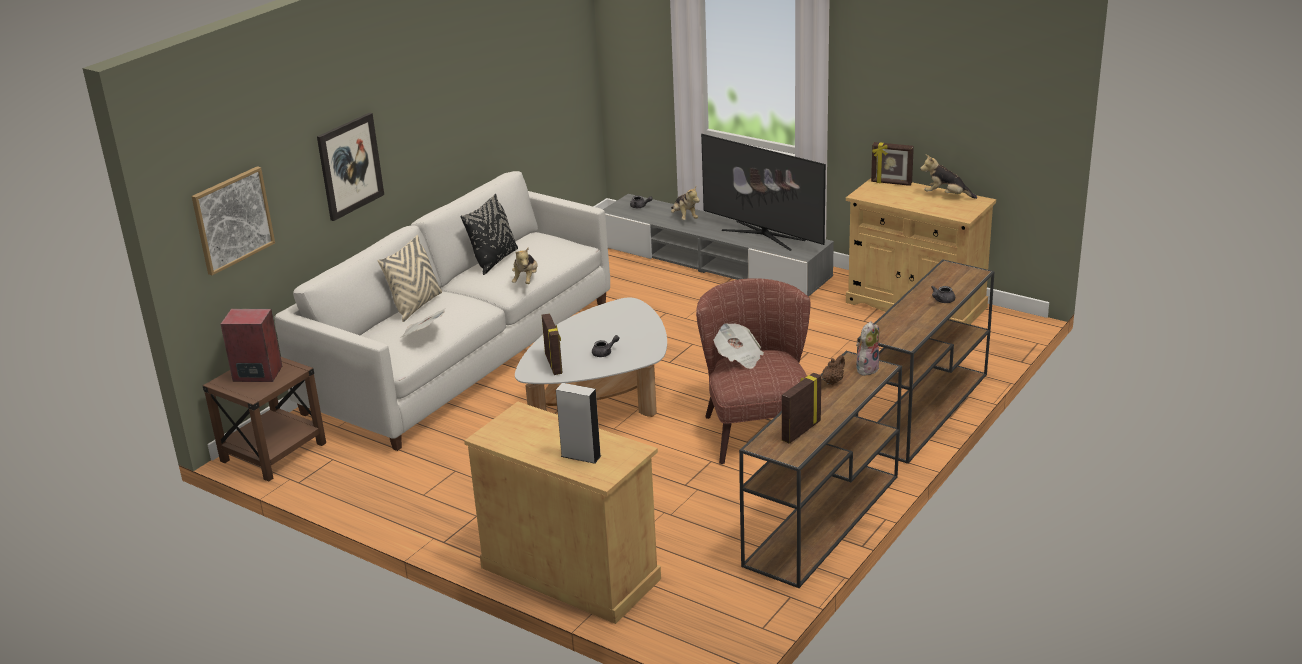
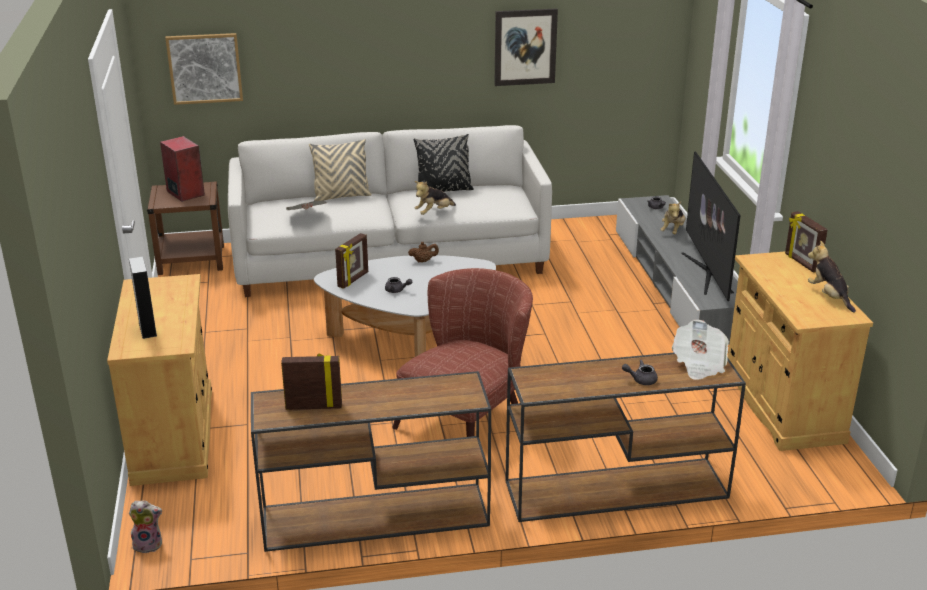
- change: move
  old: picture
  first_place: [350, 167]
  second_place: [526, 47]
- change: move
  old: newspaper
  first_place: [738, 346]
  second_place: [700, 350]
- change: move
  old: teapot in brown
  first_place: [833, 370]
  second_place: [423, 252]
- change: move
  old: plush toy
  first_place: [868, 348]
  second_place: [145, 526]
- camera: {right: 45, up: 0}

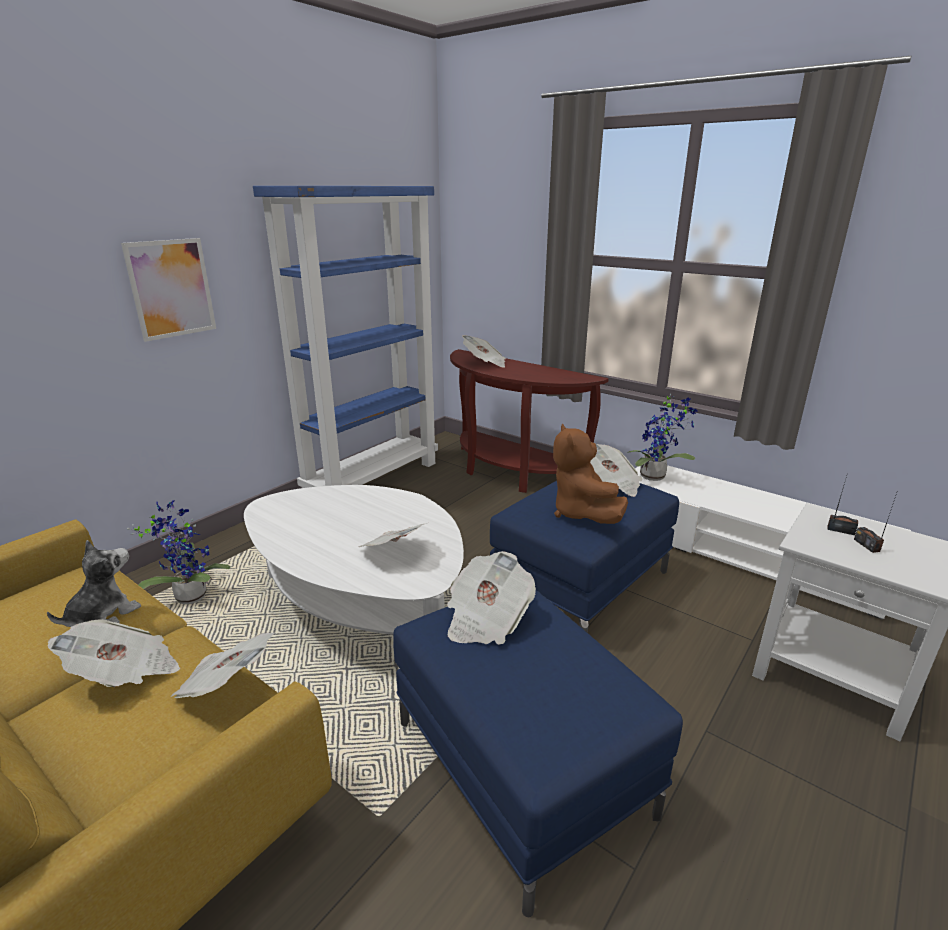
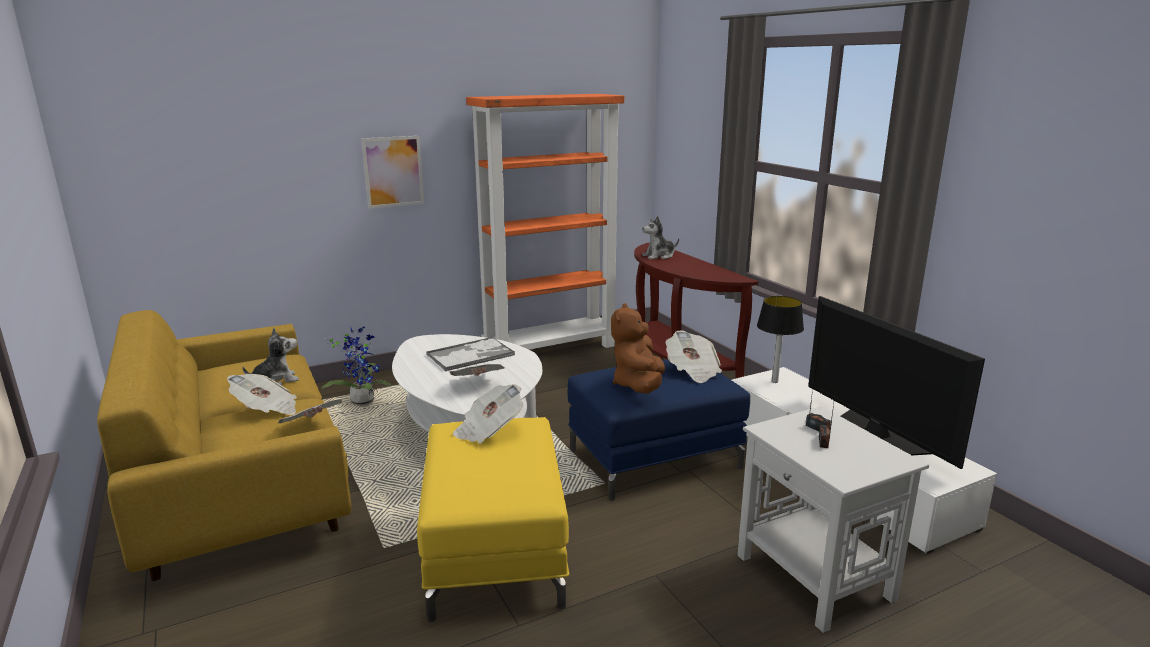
- change: recolor
  old: bookcase in blue
  new: bookcase in orange
  first_place: [345, 337]
  second_place: [545, 222]
- change: recolor
  old: ottoman in blue
  new: ottoman in yellow
  first_place: [538, 753]
  second_place: [493, 519]
- change: replace
  old: newspaper
  new: plush toy
  first_place: [484, 351]
  second_place: [660, 237]
- change: replace
  old: potted plant
  new: table lamp
  first_place: [662, 437]
  second_place: [780, 339]
- change: insert
  new: tray
  second_place: [470, 354]
- change: insert
  new: television
  second_place: [896, 382]
- camera: {right: 25, up: -5}

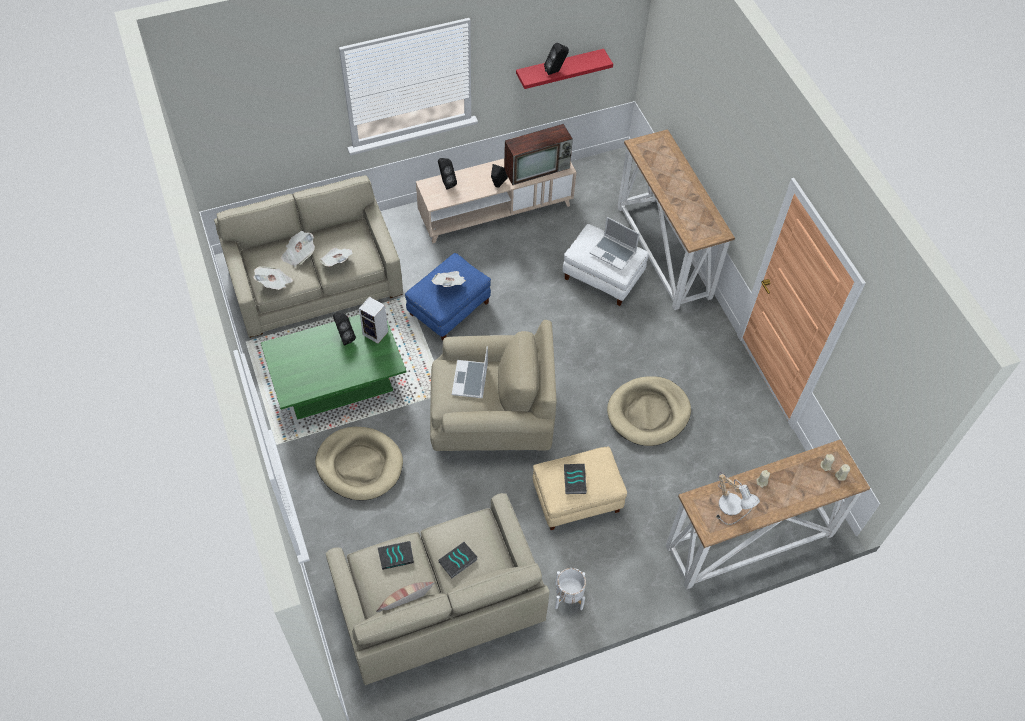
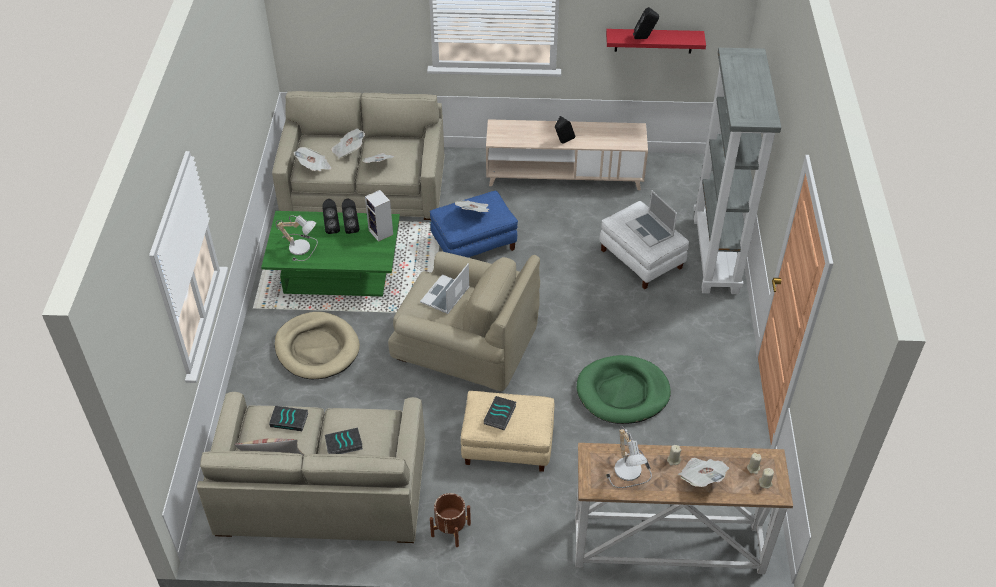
- change: move
  old: speaker in black
  first_place: [447, 174]
  second_place: [331, 216]
- change: delete
  old: television
  first_place: [538, 154]
- change: recolor
  old: planter in white
  new: planter in brown
  first_place: [570, 589]
  second_place: [450, 520]
- change: recolor
  old: dog bed in beige
  new: dog bed in green
  first_place: [649, 411]
  second_place: [624, 389]
- change: replace
  old: console table
  new: bookcase in grey
  first_place: [676, 219]
  second_place: [737, 171]
- change: insert
  new: table lamp
  second_place: [297, 238]
- change: insert
  new: newspaper
  second_place: [703, 472]
- camera: {right: 25, up: -10}

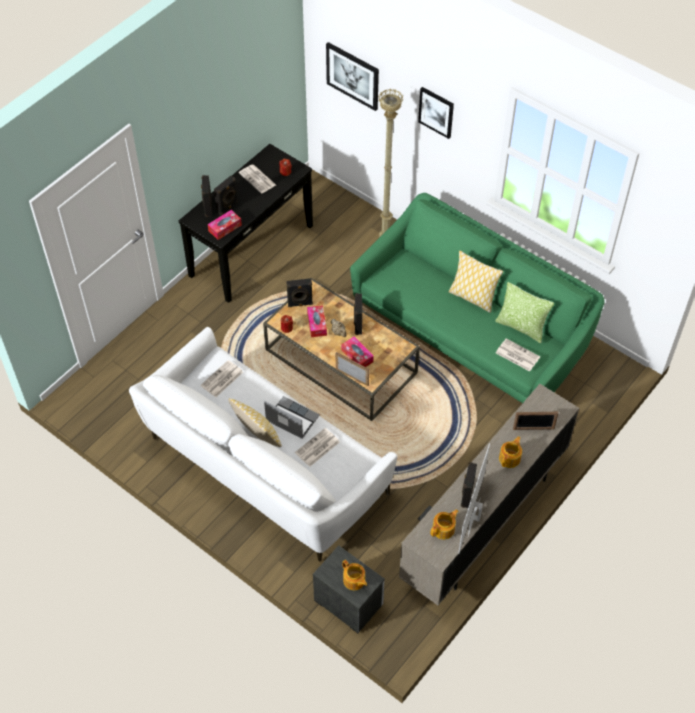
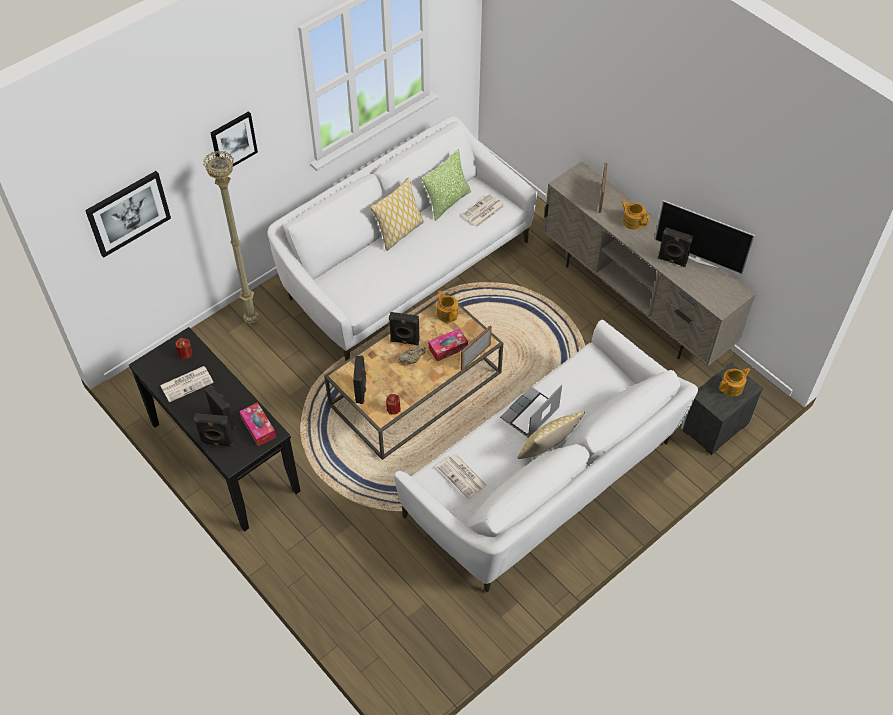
- change: delete
  old: newspaper
  first_place: [317, 447]
- change: delete
  old: tissue box
  first_place: [317, 321]
- change: recolor
  old: sofa in green
  new: sofa in white
  first_place: [477, 298]
  second_place: [402, 238]
- change: move
  old: teapot
  first_place: [445, 524]
  second_place: [447, 306]
- camera: {right: -80, up: 0}

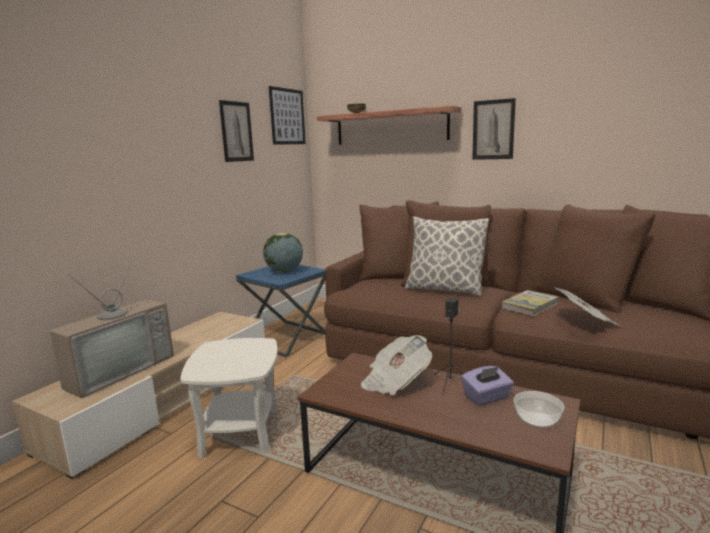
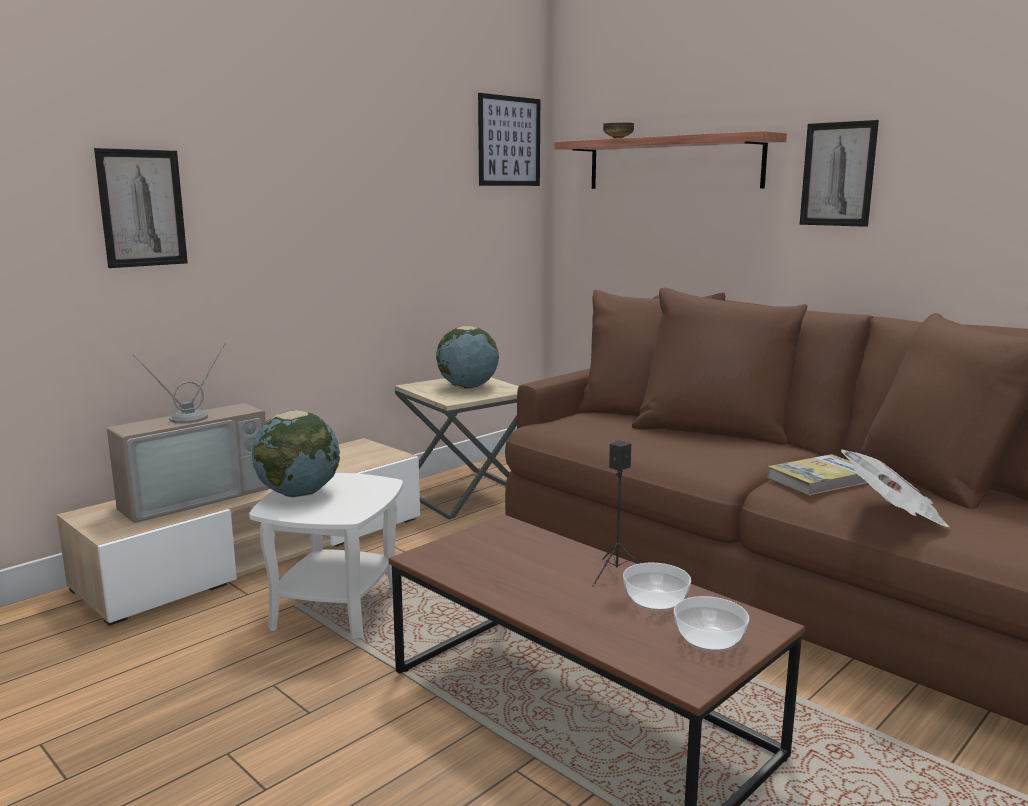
- change: move
  old: picture
  first_place: [236, 131]
  second_place: [141, 208]
- change: recolor
  old: side table in blue
  new: side table in beige
  first_place: [281, 311]
  second_place: [457, 449]
- change: delete
  old: newspaper
  first_place: [396, 365]
- change: delete
  old: pillow
  first_place: [447, 256]
- change: replace
  old: tissue box in purple
  new: bowl
  first_place: [487, 386]
  second_place: [657, 586]
- change: insert
  new: globe
  second_place: [296, 453]
- camera: {right: 15, up: 0}

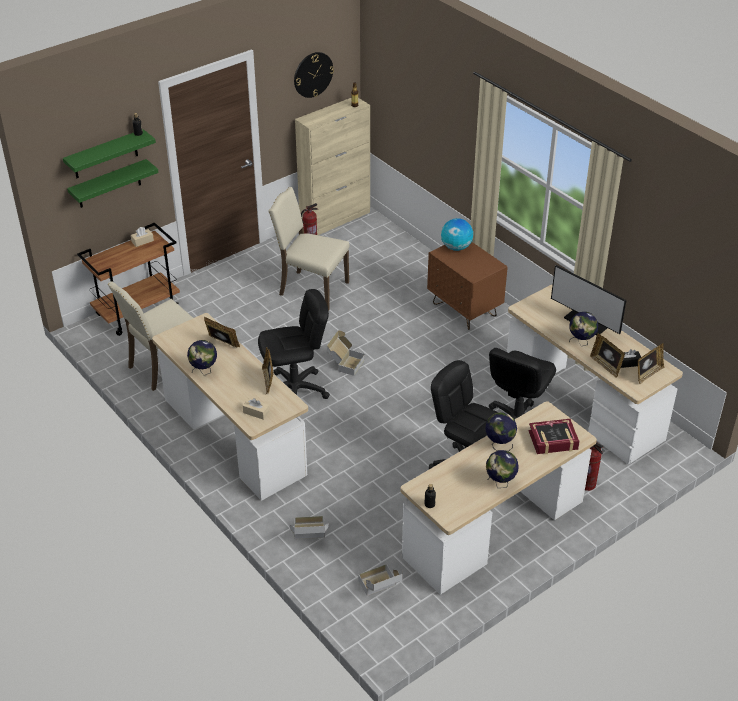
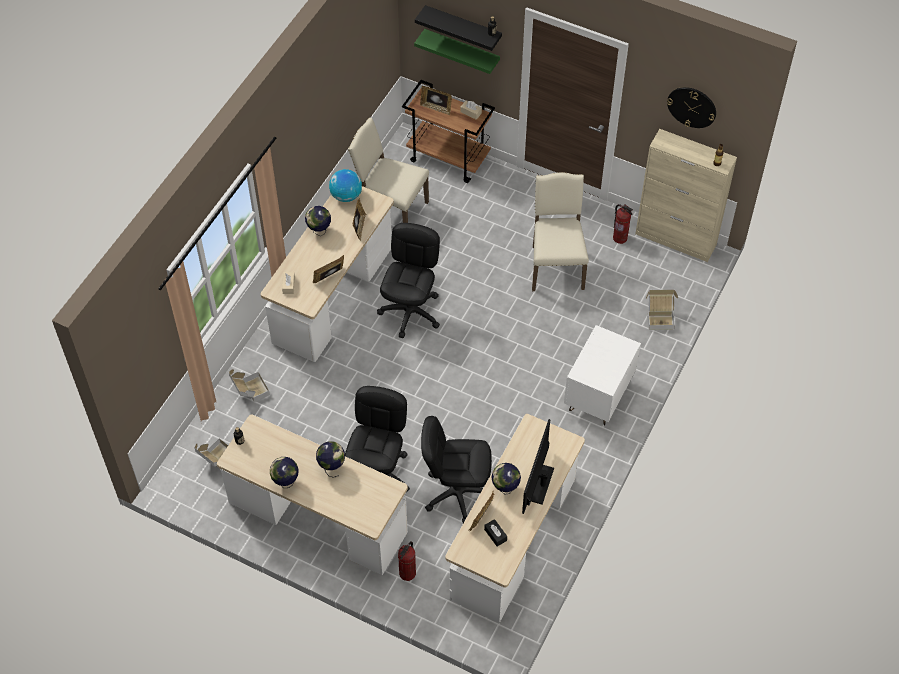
- change: recolor
  old: shelf in green
  new: shelf in black
  first_place: [109, 153]
  second_place: [458, 28]
- change: rotate
  old: office chair in black
  first_place: [294, 344]
  second_place: [408, 280]
  degrees: -120
- change: move
  old: cardboard box
  first_place: [346, 353]
  second_place: [662, 310]
- change: recolor
  old: nightstand in brown
  new: nightstand in white
  first_place: [467, 286]
  second_place: [602, 375]
- change: move
  old: globe
  first_place: [457, 234]
  second_place: [345, 185]
- change: delete
  old: book
  first_place: [554, 436]
- change: move
  old: picture frame
  first_place: [651, 363]
  second_place: [436, 100]
- camera: {right: 65, up: 15}

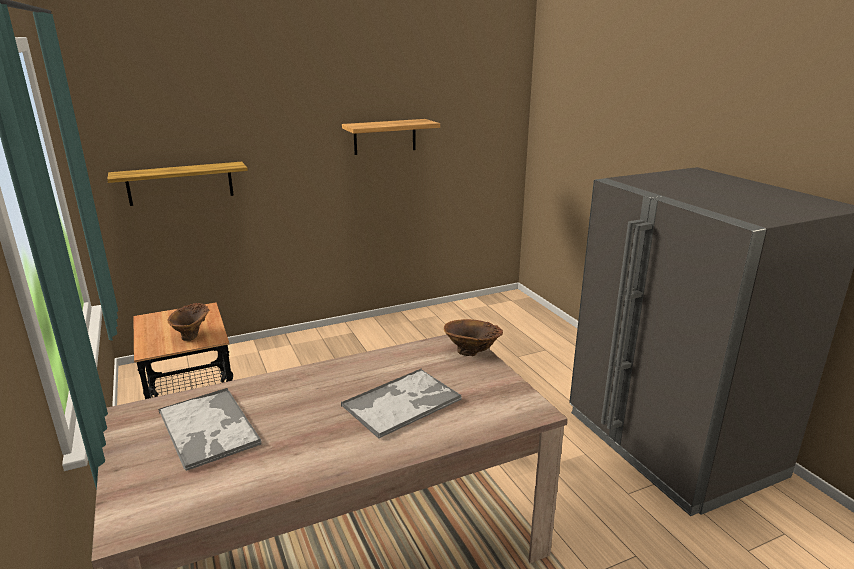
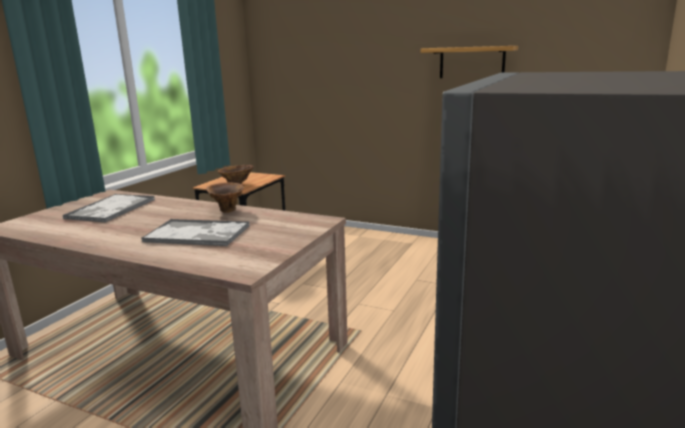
- change: delete
  old: shelf
  first_place: [177, 184]
- change: move
  old: vase in brown
  first_place: [473, 337]
  second_place: [225, 197]
- camera: {right: 50, up: -5}

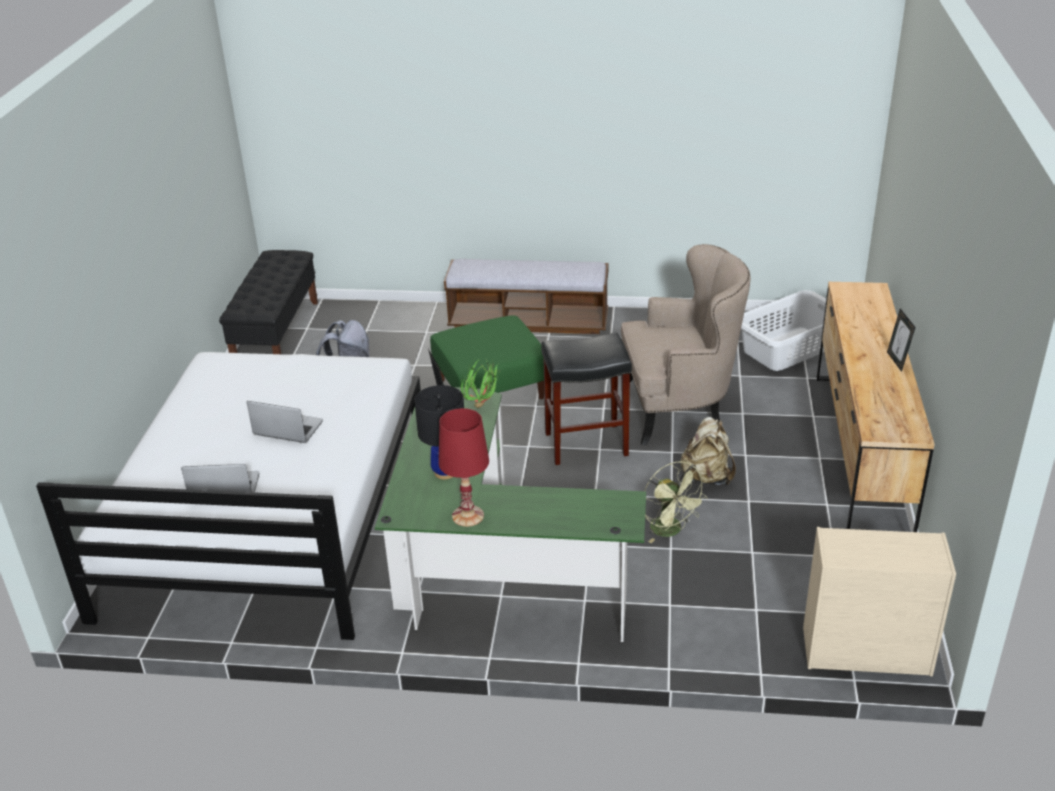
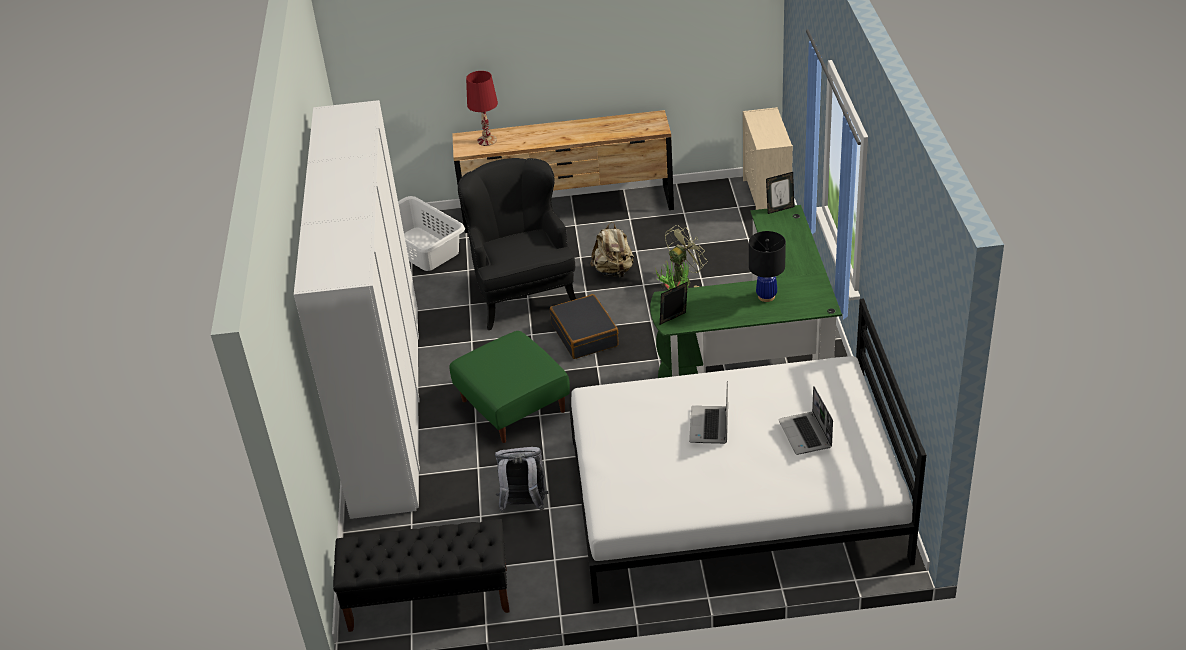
- change: move
  old: table lamp in red
  first_place: [463, 467]
  second_place: [482, 108]
- change: replace
  old: bench
  new: wardrobe in white
  first_place: [526, 296]
  second_place: [357, 309]
- change: replace
  old: stool in black
  new: suitcase in black
  first_place: [586, 399]
  second_place: [584, 326]
- change: recolor
  old: armchair in beige
  new: armchair in black
  first_place: [686, 344]
  second_place: [517, 244]
- change: move
  old: picture frame
  first_place: [901, 340]
  second_place: [780, 193]
- camera: {right: -100, up: 5}

